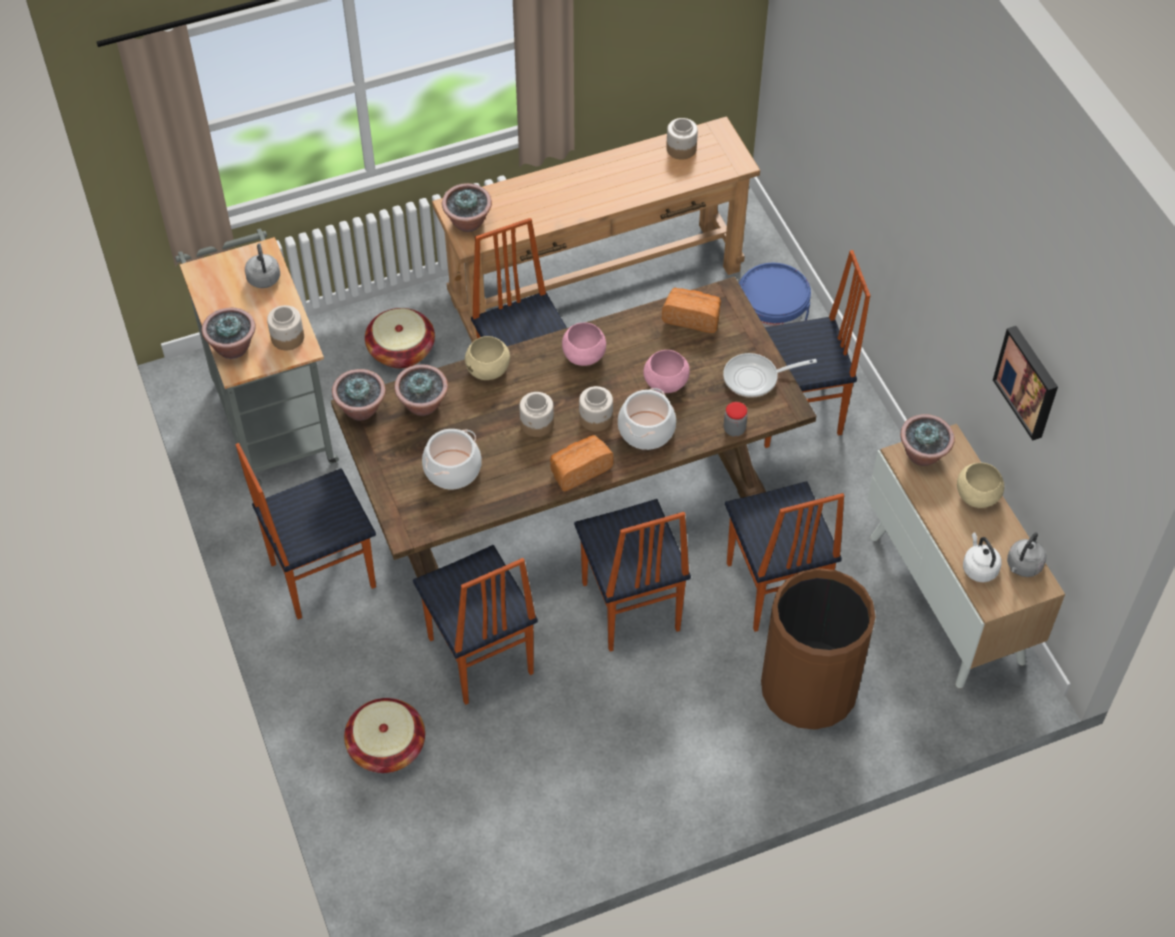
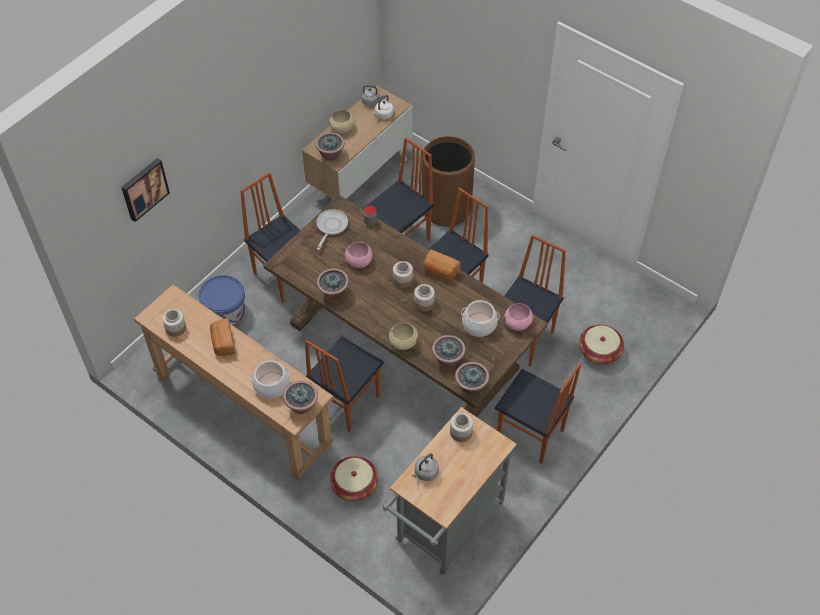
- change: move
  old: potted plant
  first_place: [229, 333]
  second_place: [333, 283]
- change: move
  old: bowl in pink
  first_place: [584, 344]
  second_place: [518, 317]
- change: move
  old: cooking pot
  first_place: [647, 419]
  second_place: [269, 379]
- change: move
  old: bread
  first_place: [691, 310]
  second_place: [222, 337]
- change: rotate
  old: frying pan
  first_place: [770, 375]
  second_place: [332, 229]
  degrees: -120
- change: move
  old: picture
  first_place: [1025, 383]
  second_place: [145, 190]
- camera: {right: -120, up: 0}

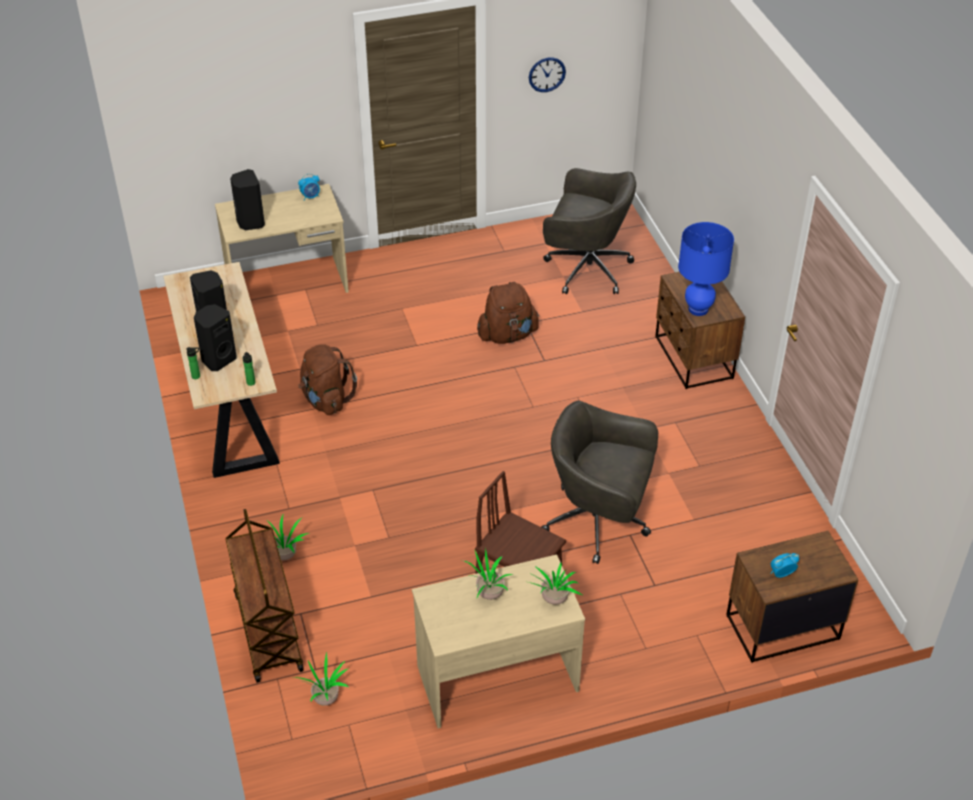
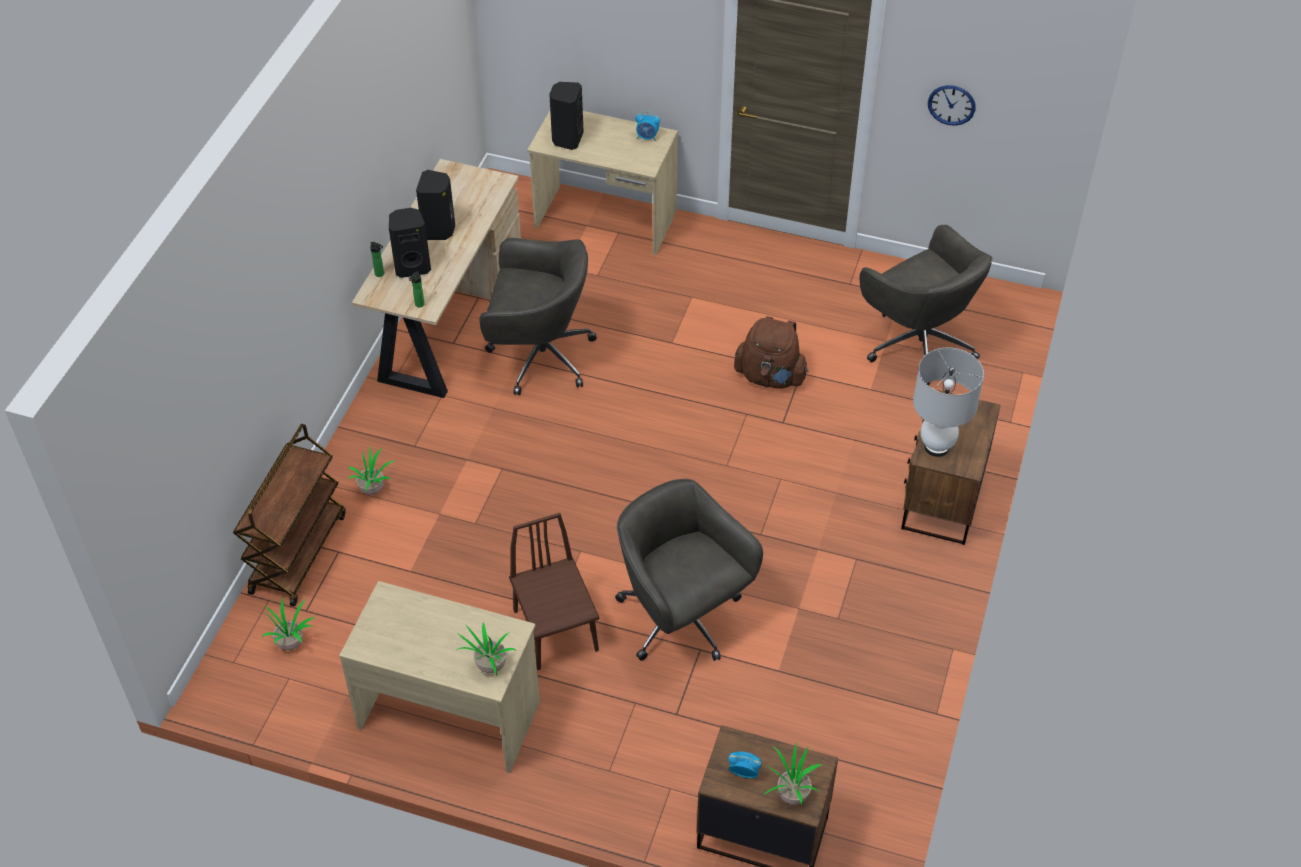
- change: replace
  old: backpack in brown
  new: office chair in grey
  first_place: [327, 379]
  second_place: [538, 316]
- change: move
  old: potted plant
  first_place: [488, 574]
  second_place: [792, 773]
- change: recolor
  old: table lamp in blue
  new: table lamp in white
  first_place: [706, 269]
  second_place: [948, 402]
- camera: {right: 35, up: 5}

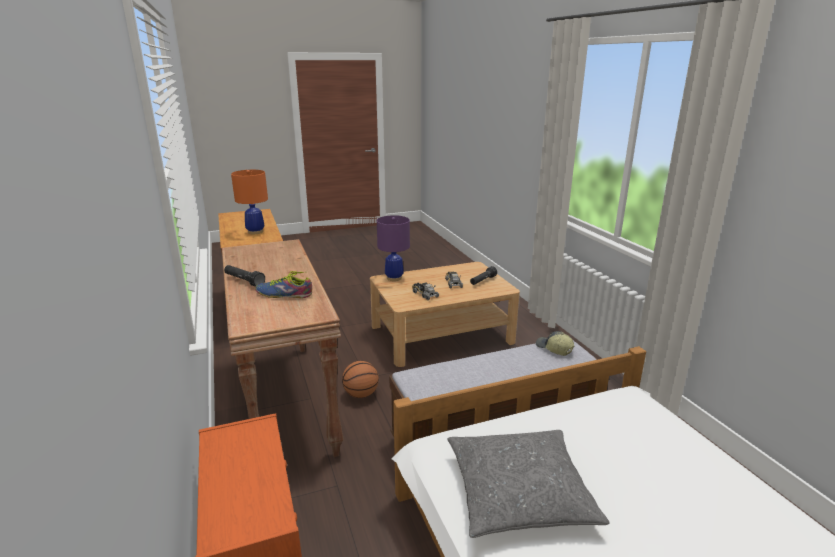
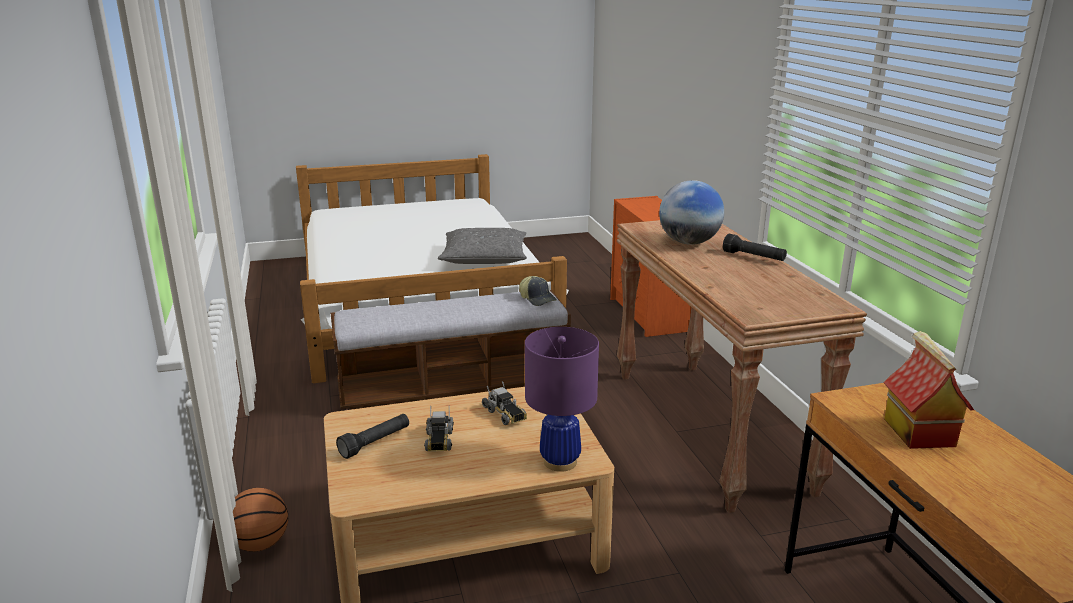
- change: replace
  old: table lamp in orange
  new: toy house
  first_place: [249, 202]
  second_place: [928, 390]
- change: replace
  old: shoe
  new: globe
  first_place: [283, 284]
  second_place: [691, 212]
- change: move
  old: basketball
  first_place: [360, 379]
  second_place: [260, 520]
- change: move
  old: cap
  first_place: [555, 343]
  second_place: [538, 291]
- camera: {right: -175, up: 0}

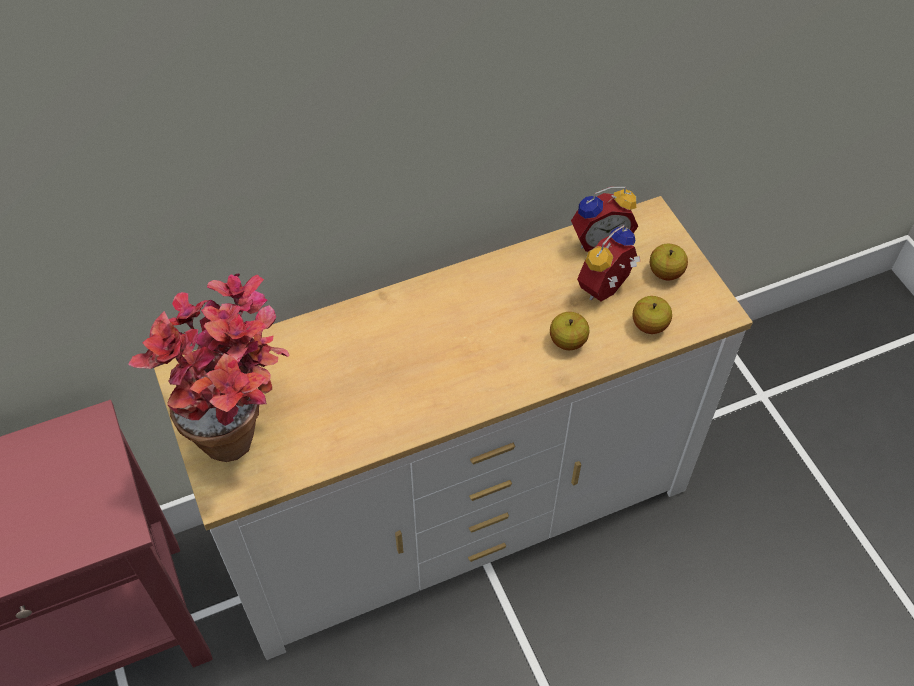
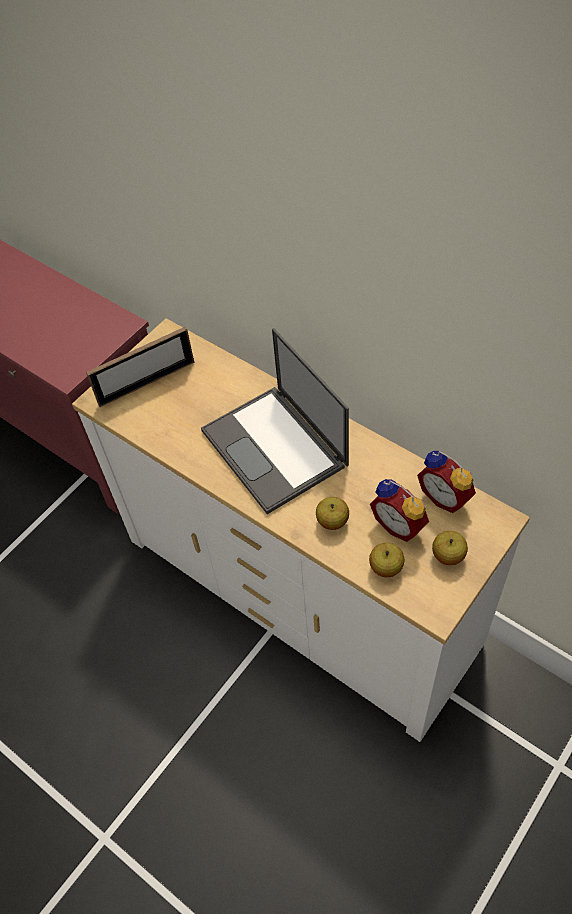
- change: replace
  old: potted plant
  new: picture frame
  first_place: [208, 367]
  second_place: [140, 367]
- change: rotate
  old: alarm clock
  first_place: [608, 263]
  second_place: [399, 510]
  degrees: -150
- change: insert
  new: laptop
  second_place: [275, 421]
- camera: {right: 65, up: 0}

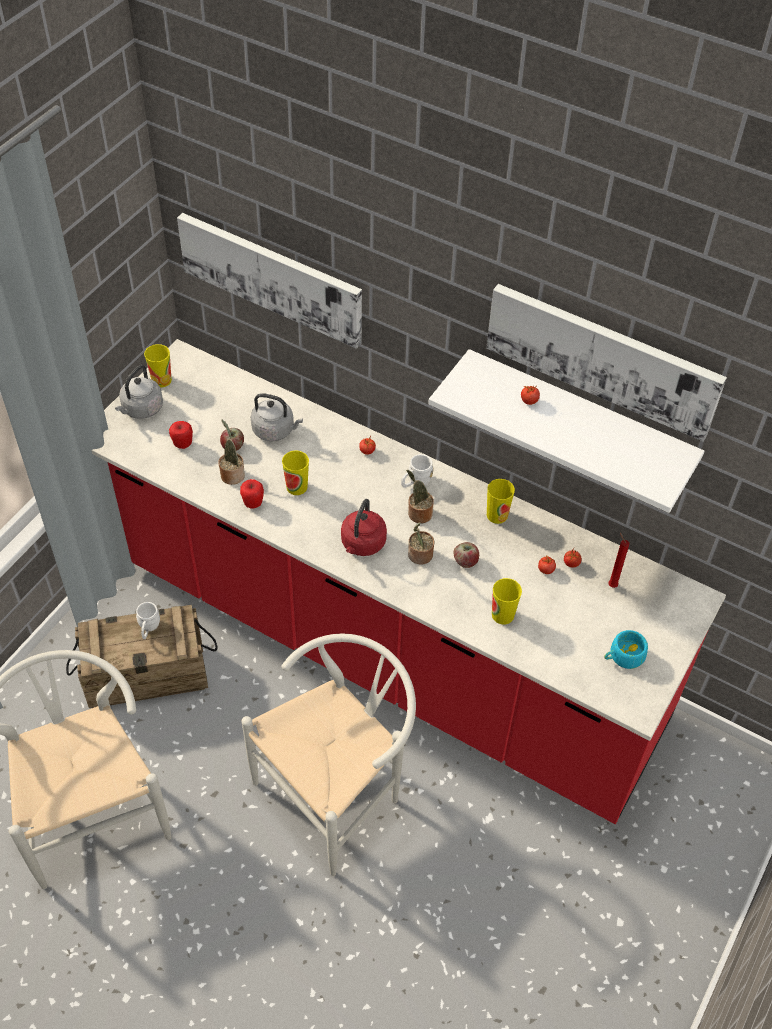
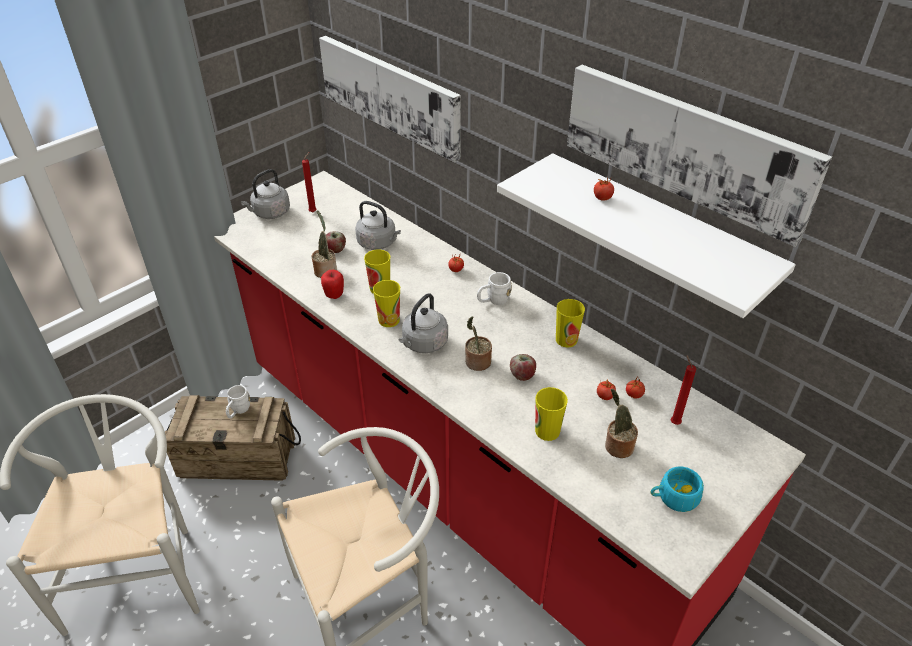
- change: move
  old: cup
  first_place: [158, 366]
  second_place: [386, 303]
- change: delete
  old: apple
  first_place: [181, 435]
- change: recolor
  old: kettle in red
  new: kettle in grey
  first_place: [364, 527]
  second_place: [423, 323]
- change: move
  old: potted plant
  first_place: [420, 496]
  second_place: [621, 423]
- change: insert
  new: candle in red
  second_place: [309, 182]
- camera: {right: 15, up: -10}

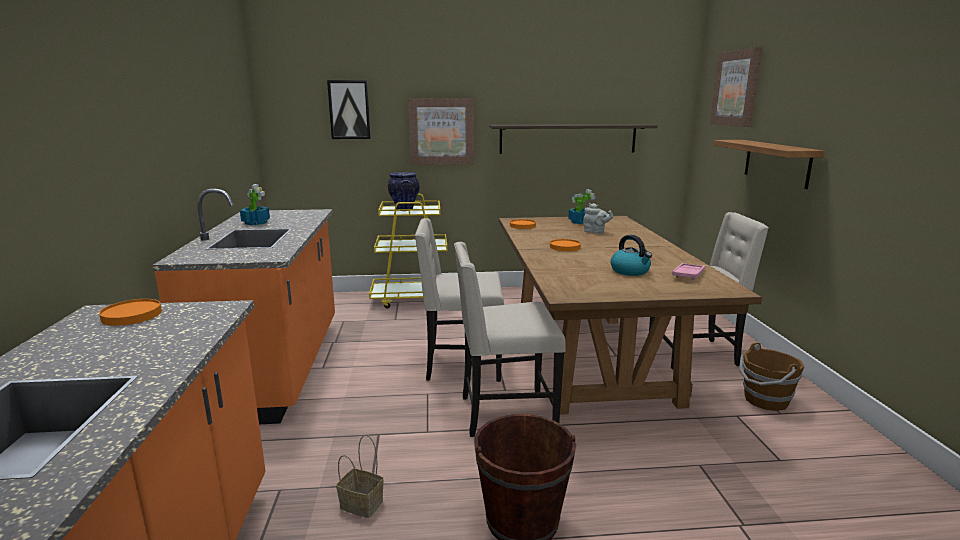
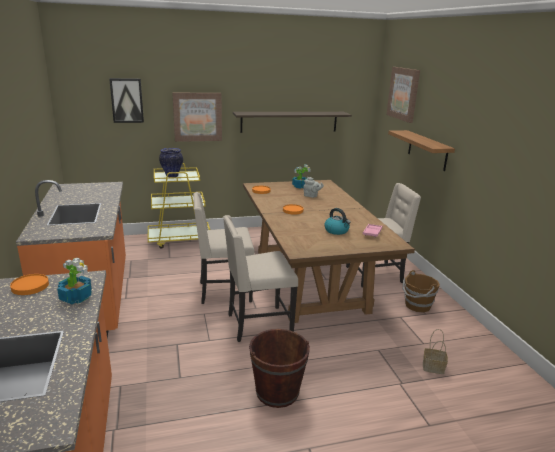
- change: move
  old: potted plant
  first_place: [255, 204]
  second_place: [74, 280]
- change: move
  old: basket
  first_place: [360, 476]
  second_place: [435, 351]
- camera: {right: -10, up: 5}

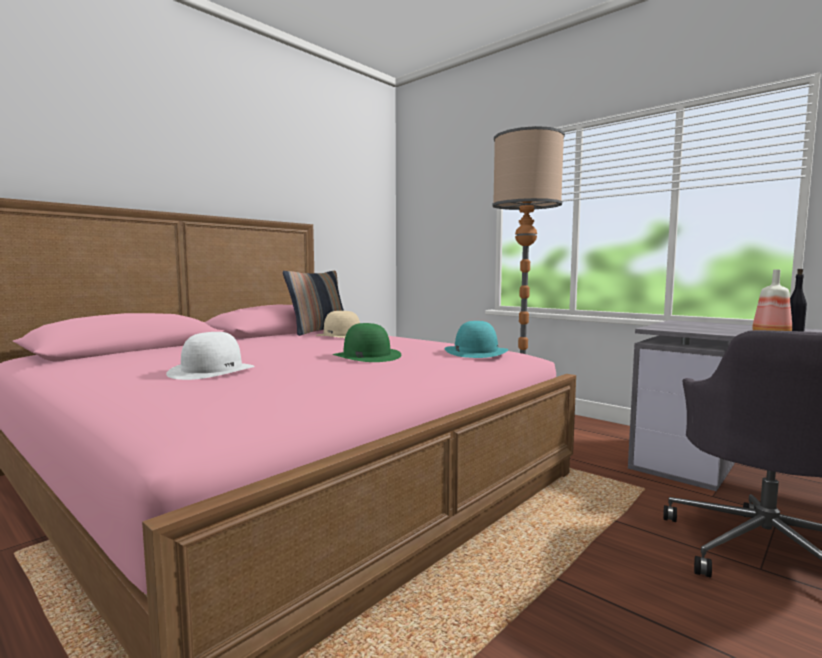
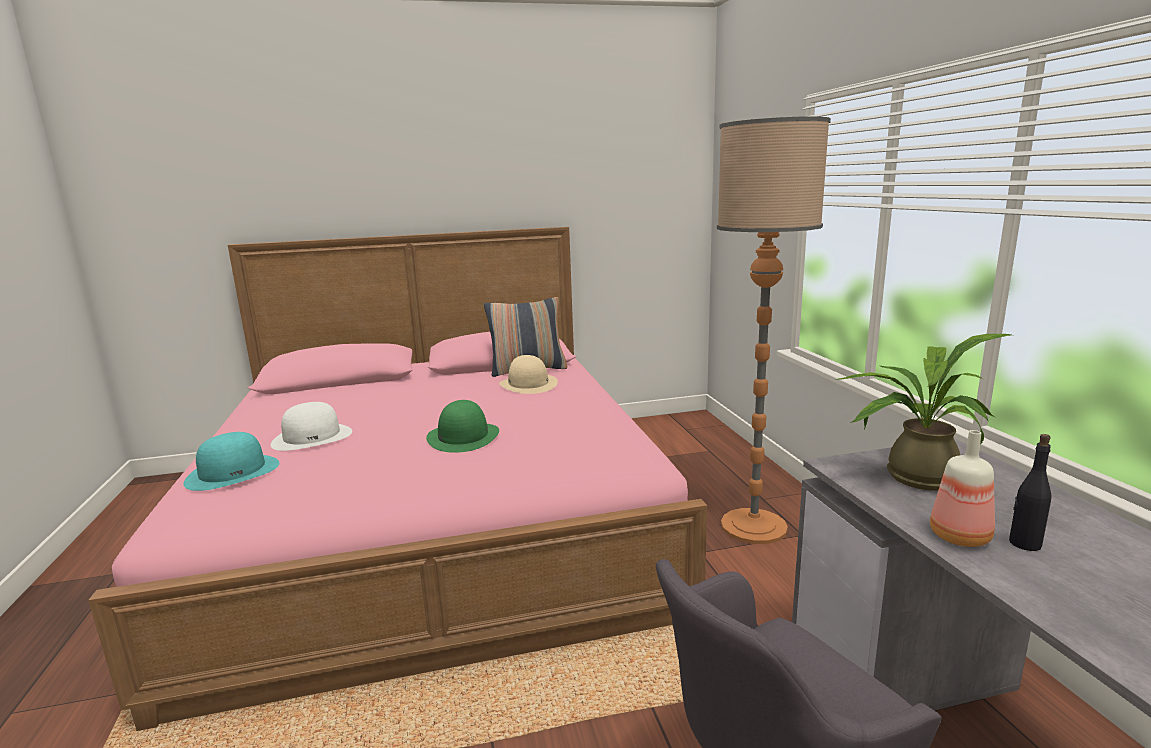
- change: move
  old: hat in turquoise
  first_place: [476, 339]
  second_place: [231, 461]
- change: insert
  new: potted plant
  second_place: [922, 412]
- camera: {right: 35, up: 10}

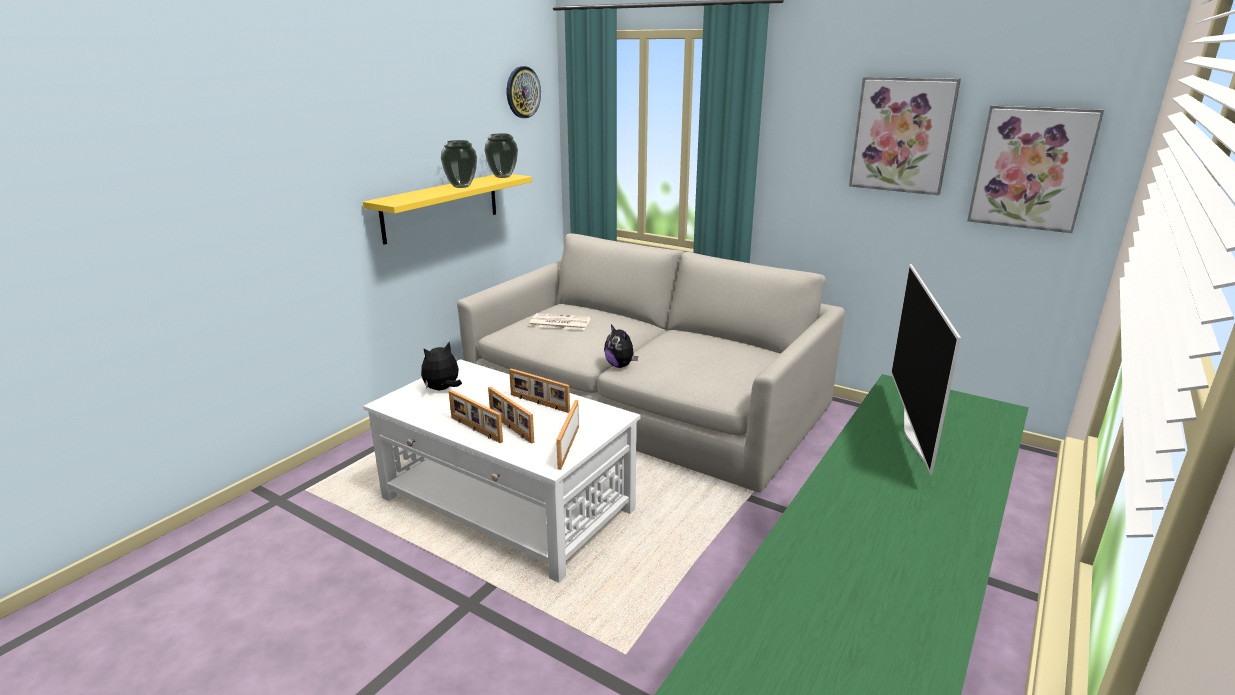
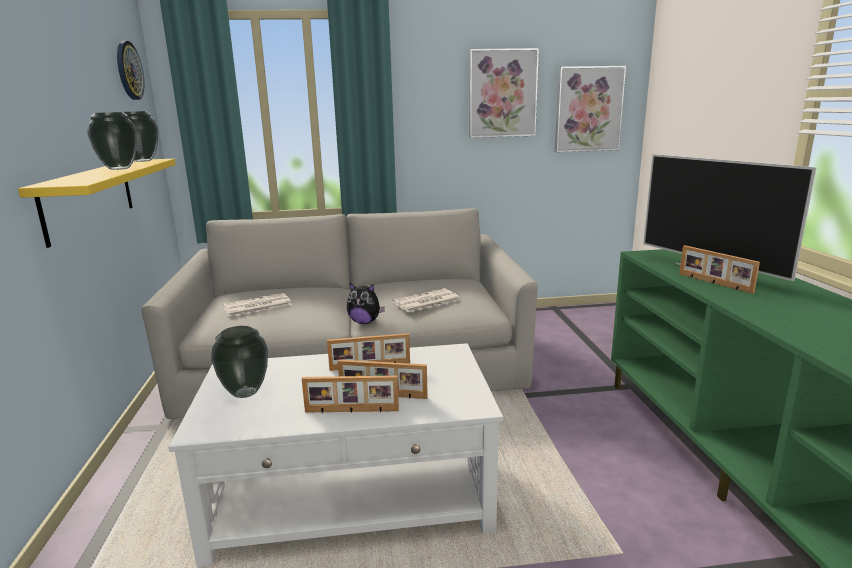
- change: replace
  old: plush toy
  new: vase
  first_place: [441, 366]
  second_place: [239, 362]
- change: move
  old: picture frame
  first_place: [567, 435]
  second_place: [719, 269]
- change: insert
  new: newspaper
  second_place: [426, 300]
- camera: {right: -40, up: -5}

